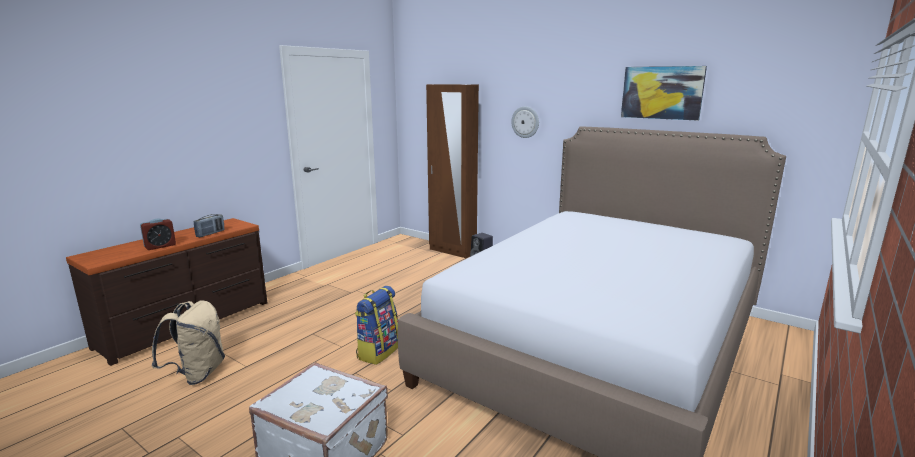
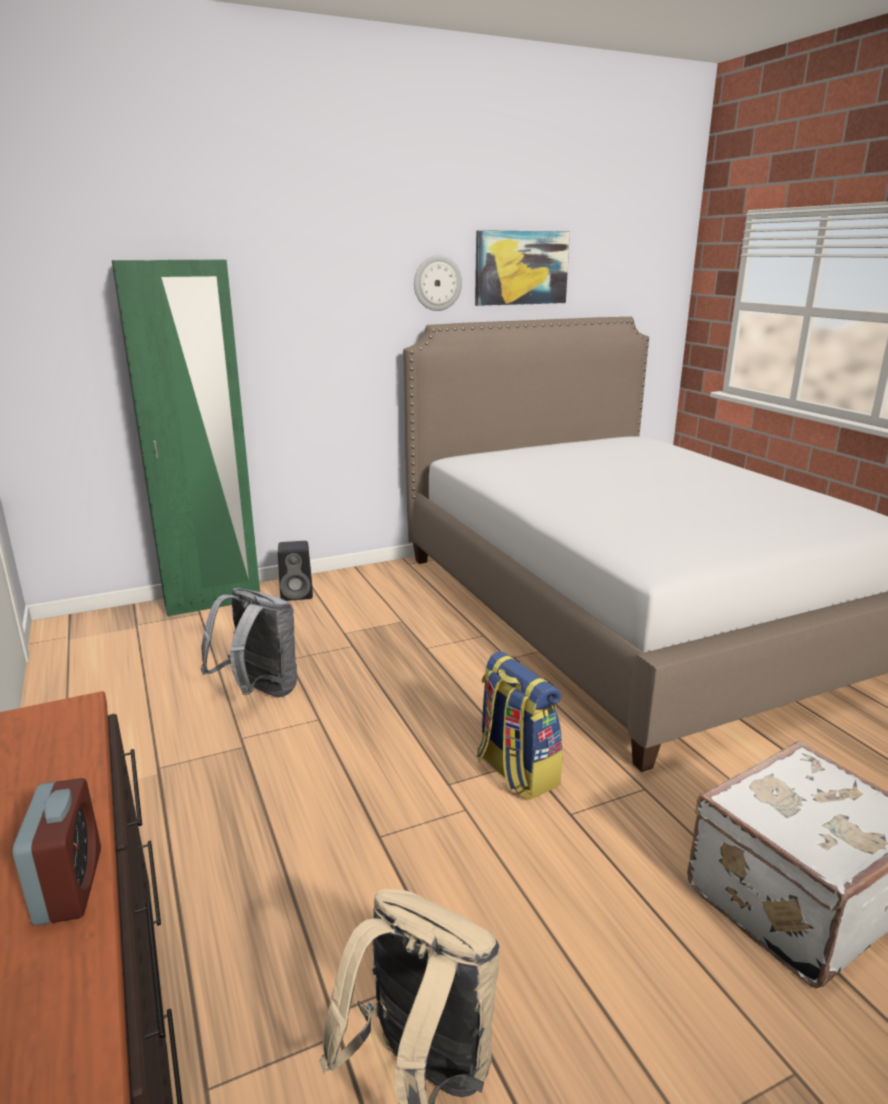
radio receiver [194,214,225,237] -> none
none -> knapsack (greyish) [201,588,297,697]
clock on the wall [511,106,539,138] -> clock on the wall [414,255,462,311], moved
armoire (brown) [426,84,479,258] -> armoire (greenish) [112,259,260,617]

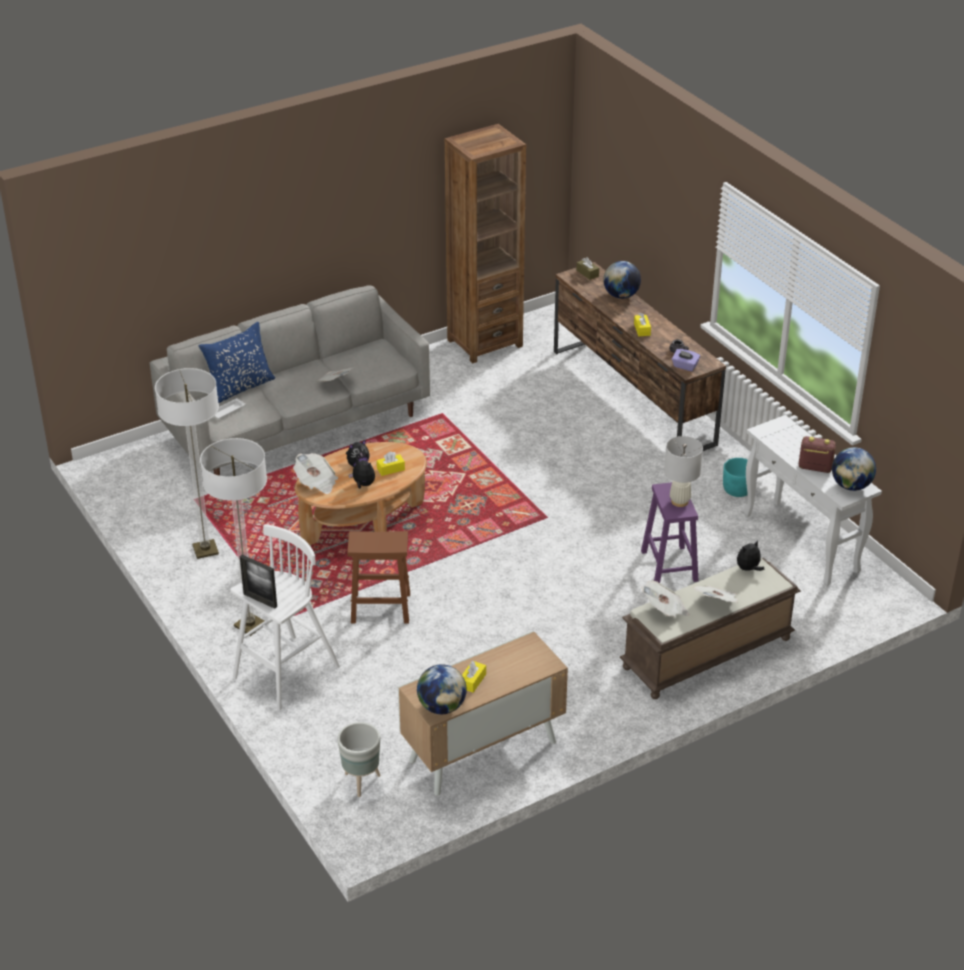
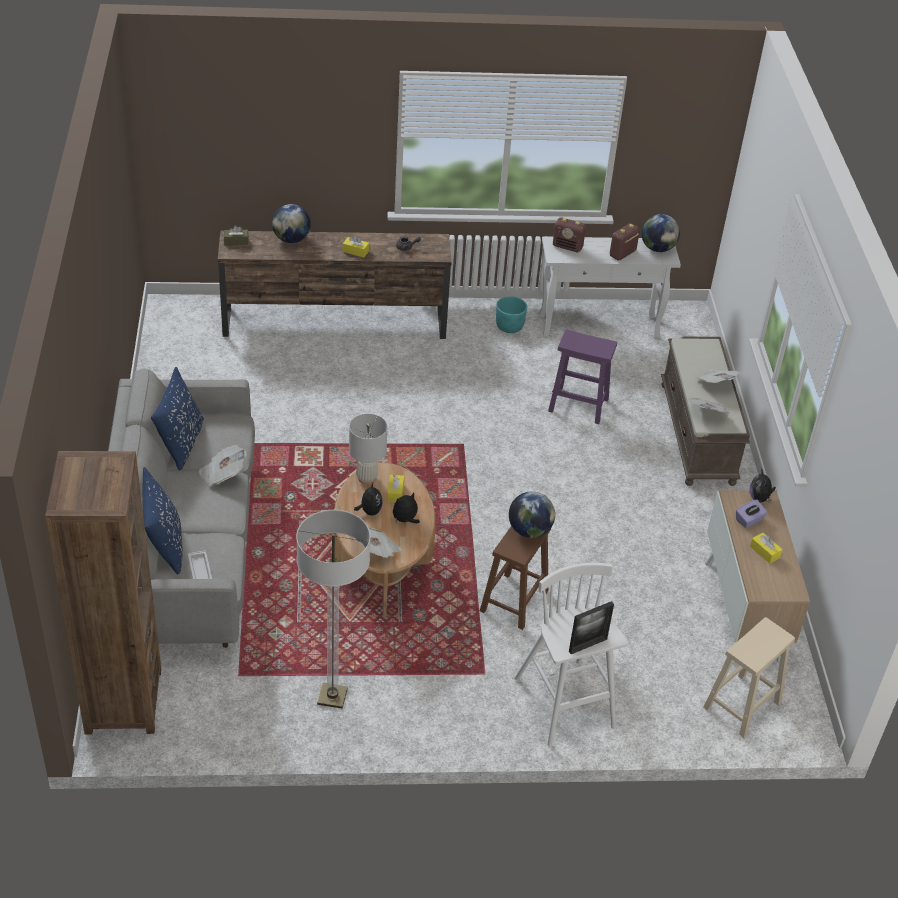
standard lamp [200,438,267,636] -> none
none -> throw pillow (blue) [151,367,204,471]
none -> radio receiver [553,217,586,252]
globe [417,664,467,714] -> globe [509,491,555,538], moved
shelving unit (brown) [445,124,526,363] -> shelving unit (brown) [45,451,161,735], moved
tabletop lamp (white-coloured) [664,436,703,507] -> tabletop lamp (white-coloured) [349,414,387,485], moved
box of tissues (purple) [672,349,700,371] -> box of tissues (purple) [736,500,768,528], moved
soft toy [737,540,764,571] -> soft toy [750,470,776,503], moved
planter (greyish) [337,722,380,797] -> stool (beige-coloured) [703,617,795,738]

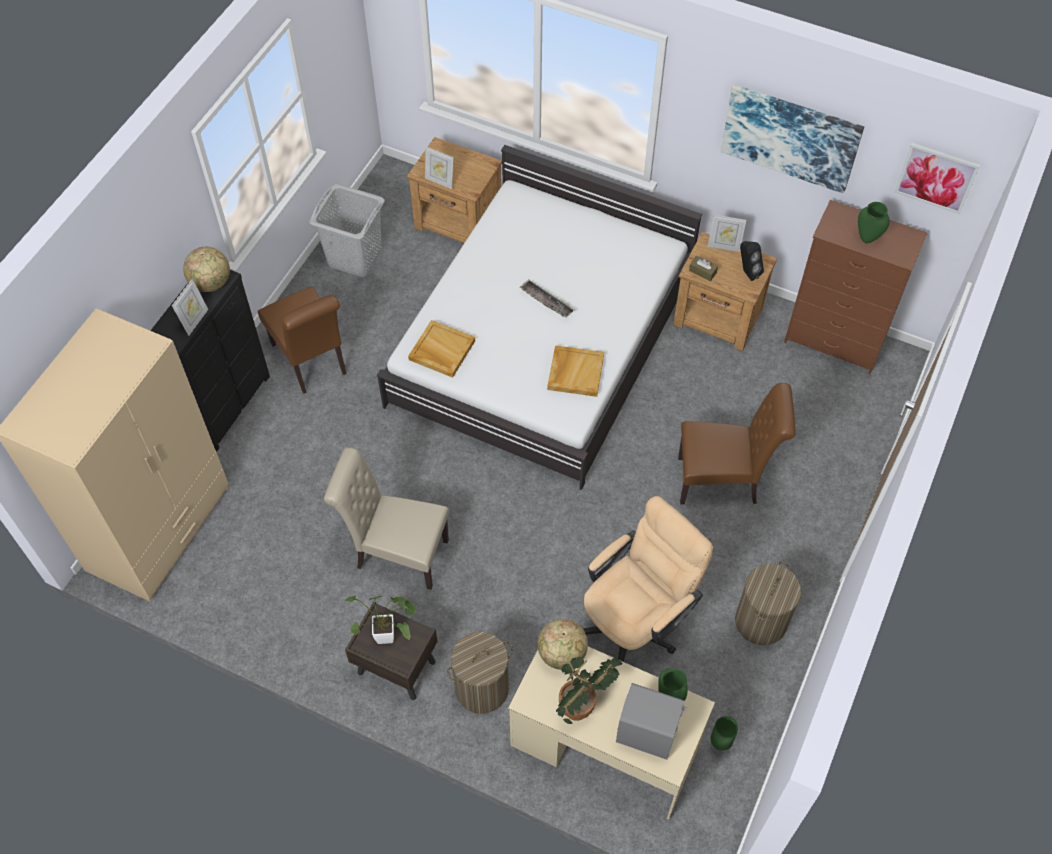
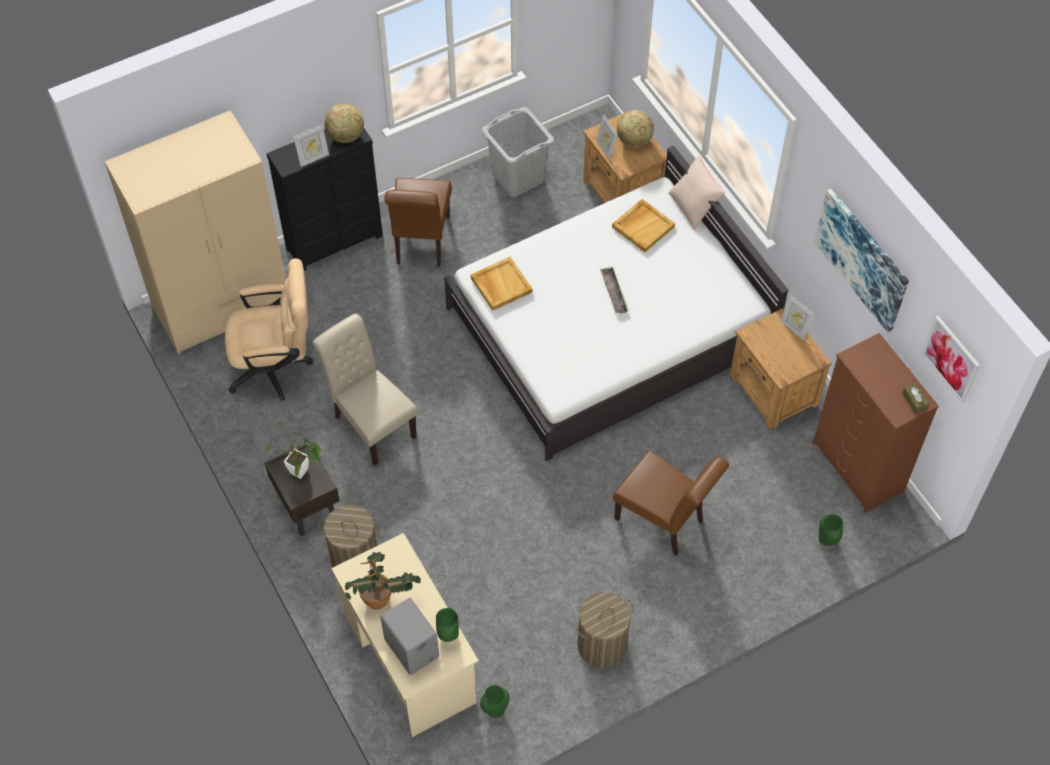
speaker (blackish) [740,241,764,281] -> none
none -> throw pillow (beige-coloured) [669,155,725,230]
globe [537,619,588,670] -> globe [617,110,654,148], moved
tray (beige-coloured) [547,345,604,397] -> tray (beige-coloured) [612,199,675,252], moved
office chair (beige-coloured) [583,496,713,662] -> office chair (beige-coloured) [225,258,313,401], moved
box of tissues (brown) [689,256,718,281] -> box of tissues (brown) [902,383,929,414], moved
flower vase (greenish) [858,202,890,243] -> flower vase (greenish) [819,514,843,546], moved

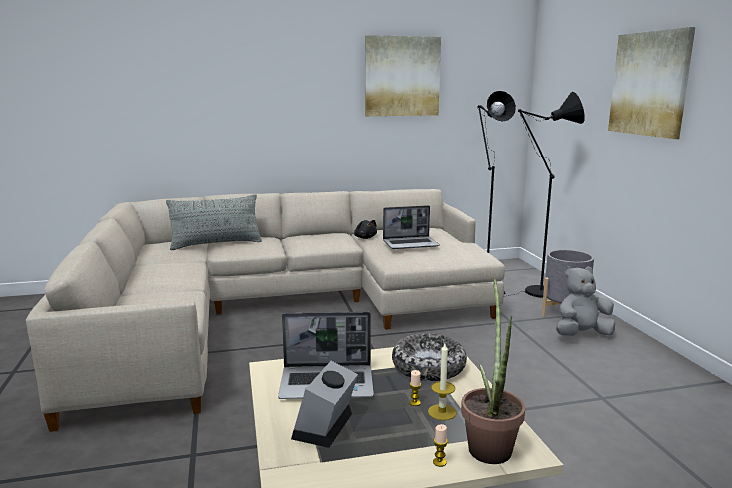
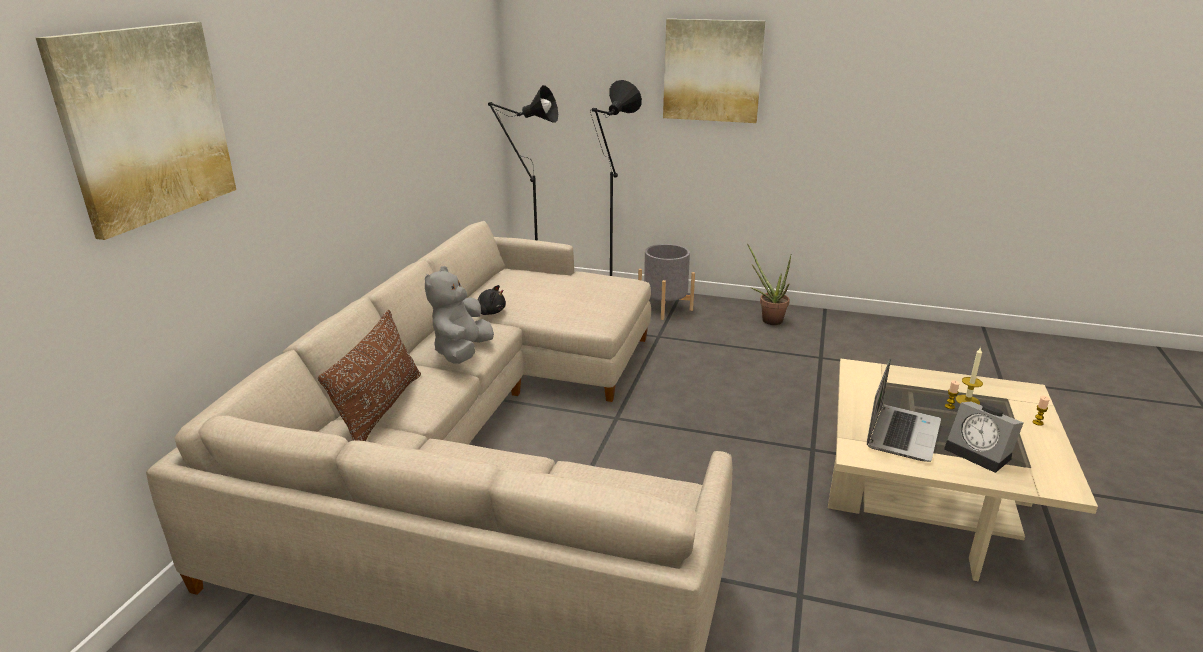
notebook computer [383,205,440,249] -> none
deep dish [392,333,467,381] -> none
wall picture [365,35,441,116] -> wall picture [36,22,236,240], moved
plant in a pot [461,277,525,464] -> plant in a pot [747,243,791,325], moved
soft toy (greyish) [556,266,615,336] -> soft toy (greyish) [425,266,494,364], moved
throw pillow (greyish) [166,194,262,250] -> throw pillow (brown) [318,310,421,441]

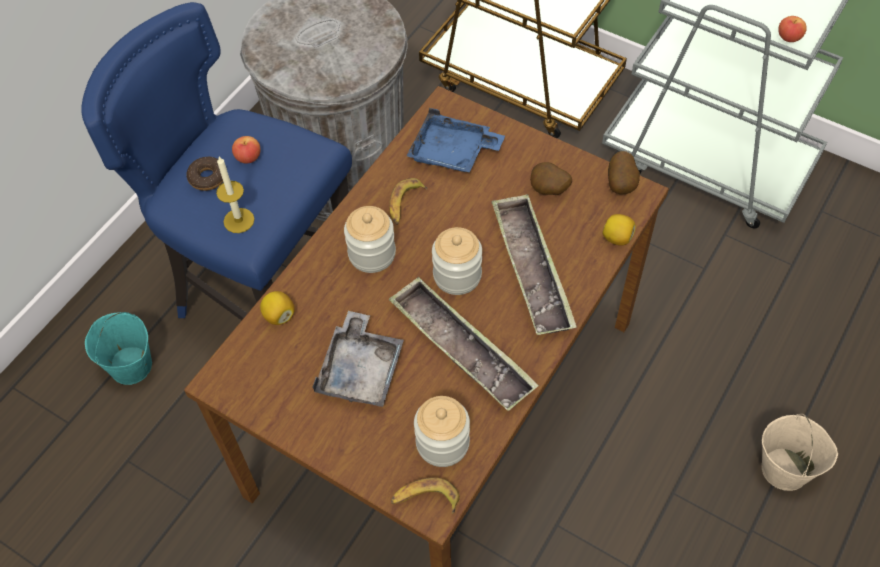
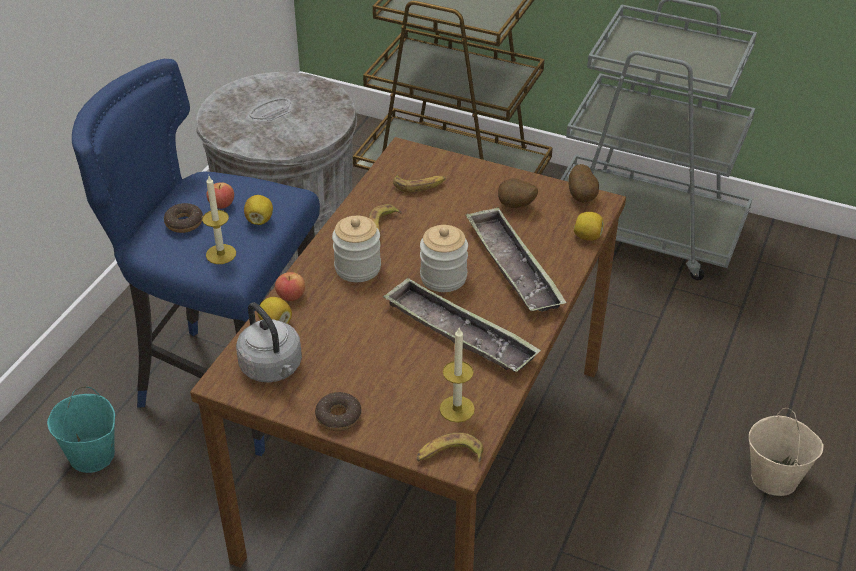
tray (greyish) [312,311,404,407] -> none
none -> kettle (greyish) [236,302,302,383]
none -> whole lemon [244,195,273,225]
none -> doughnut [315,392,362,431]
apple fruit [778,16,807,42] -> apple fruit [275,272,305,301], moved
tray (blue) [407,108,505,172] -> banana fruit [393,175,446,192]
storage jar [414,396,470,467] -> wax candle [440,327,475,423]

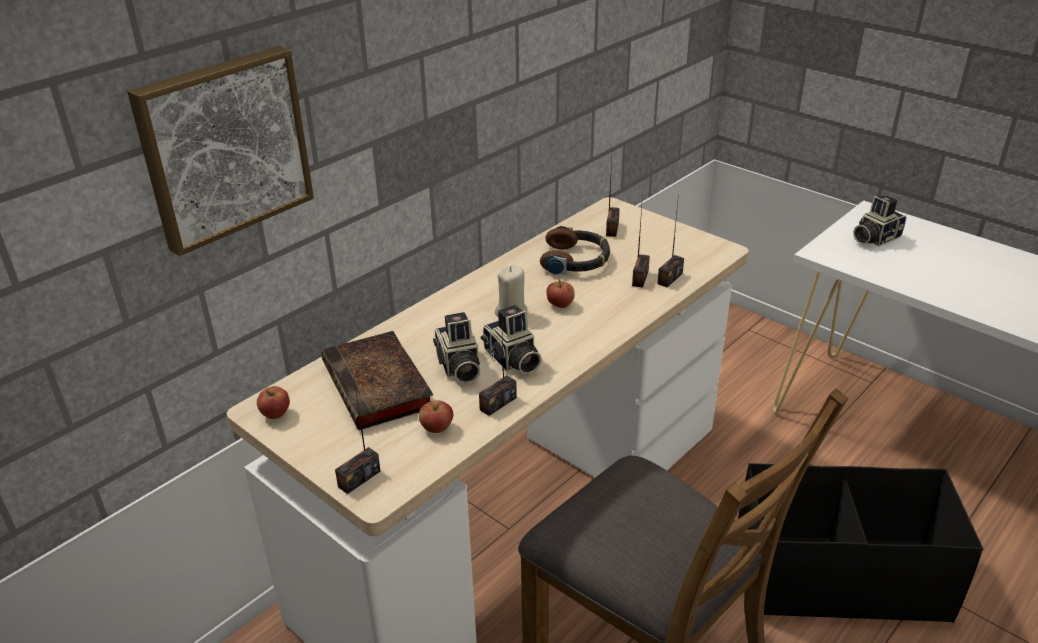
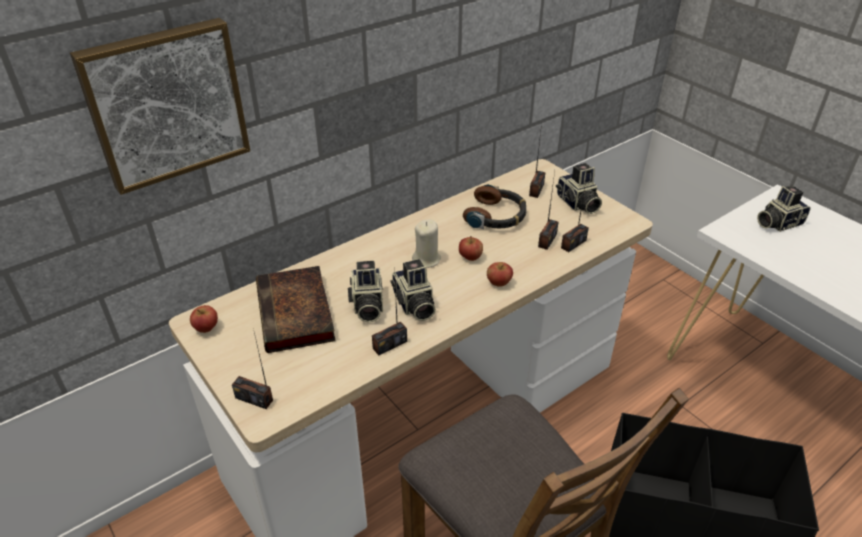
none -> photo camera [556,163,602,214]
apple fruit [419,400,453,433] -> apple fruit [487,262,513,287], moved
radio receiver [335,379,381,494] -> radio receiver [232,332,273,409], 60 degrees clockwise

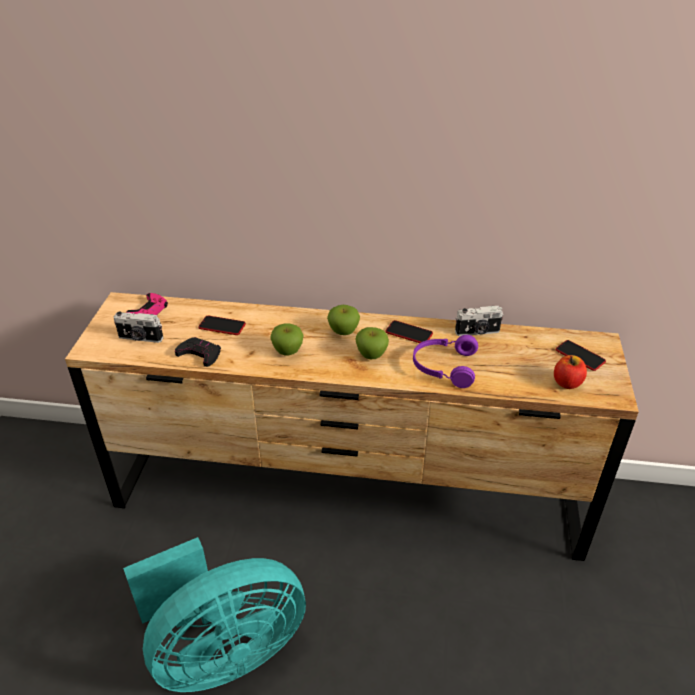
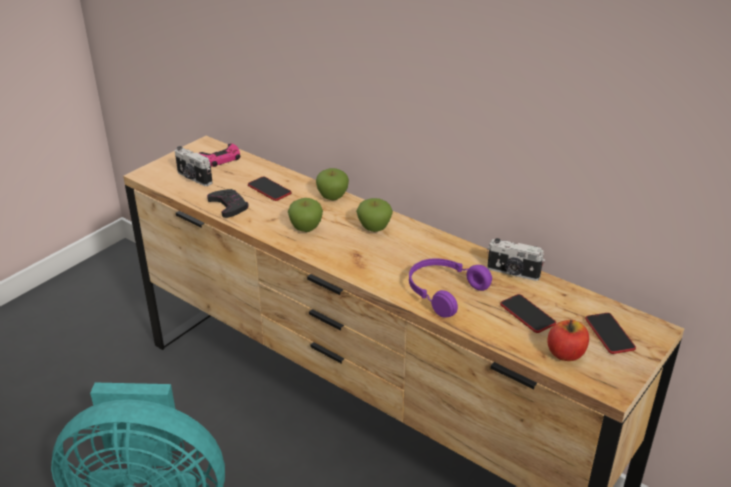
apple fruit [355,327,389,359] -> apple fruit [316,168,349,201], moved
handset [385,320,433,343] -> handset [500,294,556,333], moved

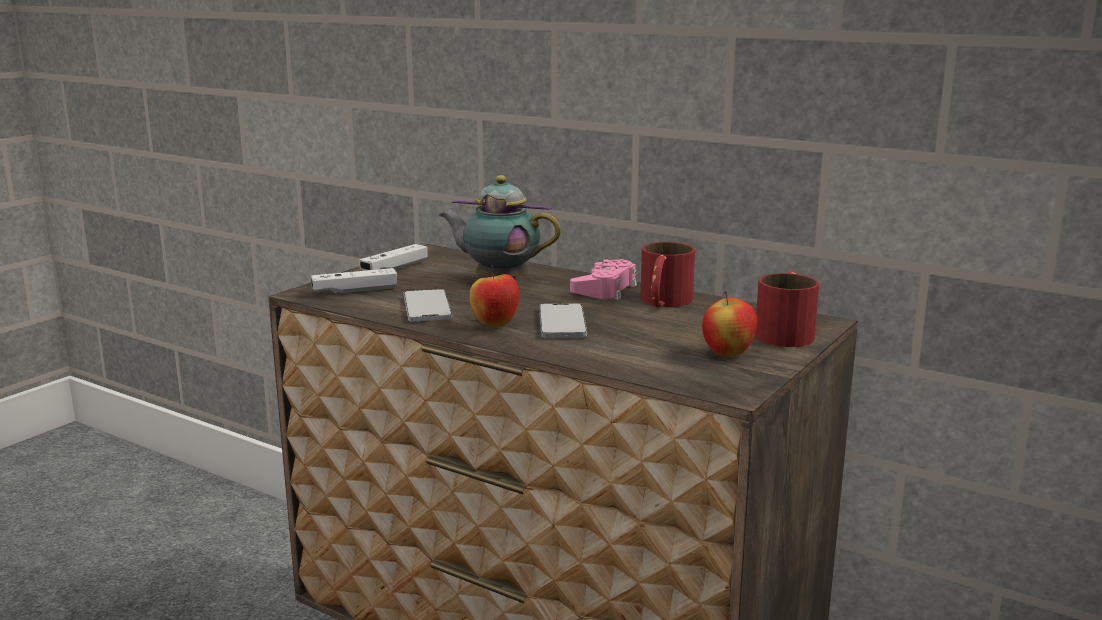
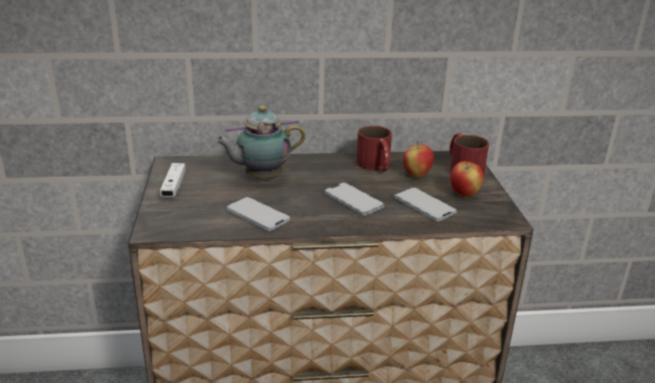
game controller (white-coloured) [311,268,397,294] -> none
game controller (pink) [570,259,637,300] -> none
none -> handset [394,187,457,221]
apple fruit [470,265,519,327] -> apple fruit [403,141,434,178], moved

